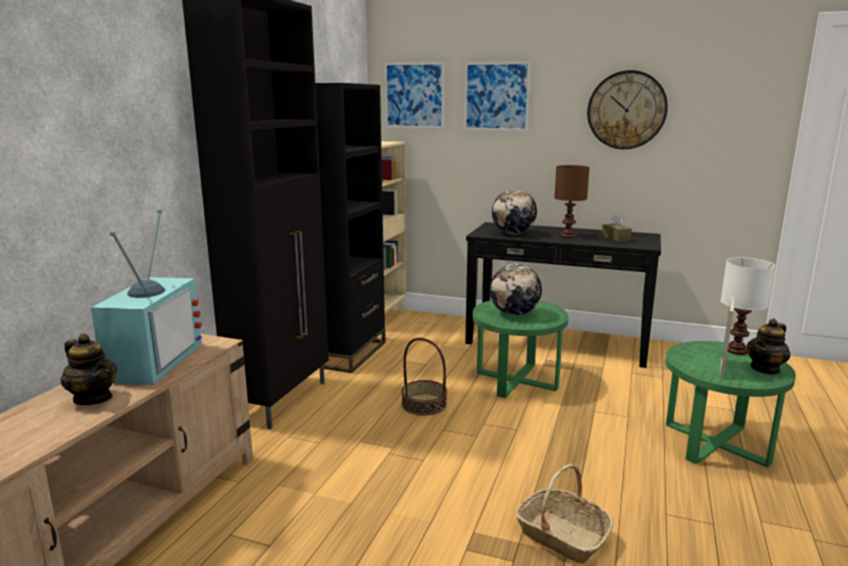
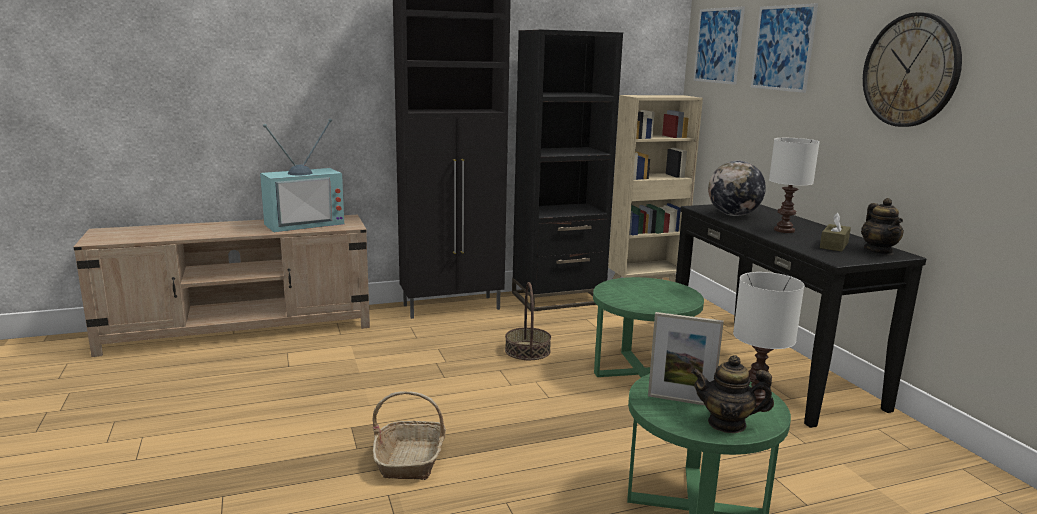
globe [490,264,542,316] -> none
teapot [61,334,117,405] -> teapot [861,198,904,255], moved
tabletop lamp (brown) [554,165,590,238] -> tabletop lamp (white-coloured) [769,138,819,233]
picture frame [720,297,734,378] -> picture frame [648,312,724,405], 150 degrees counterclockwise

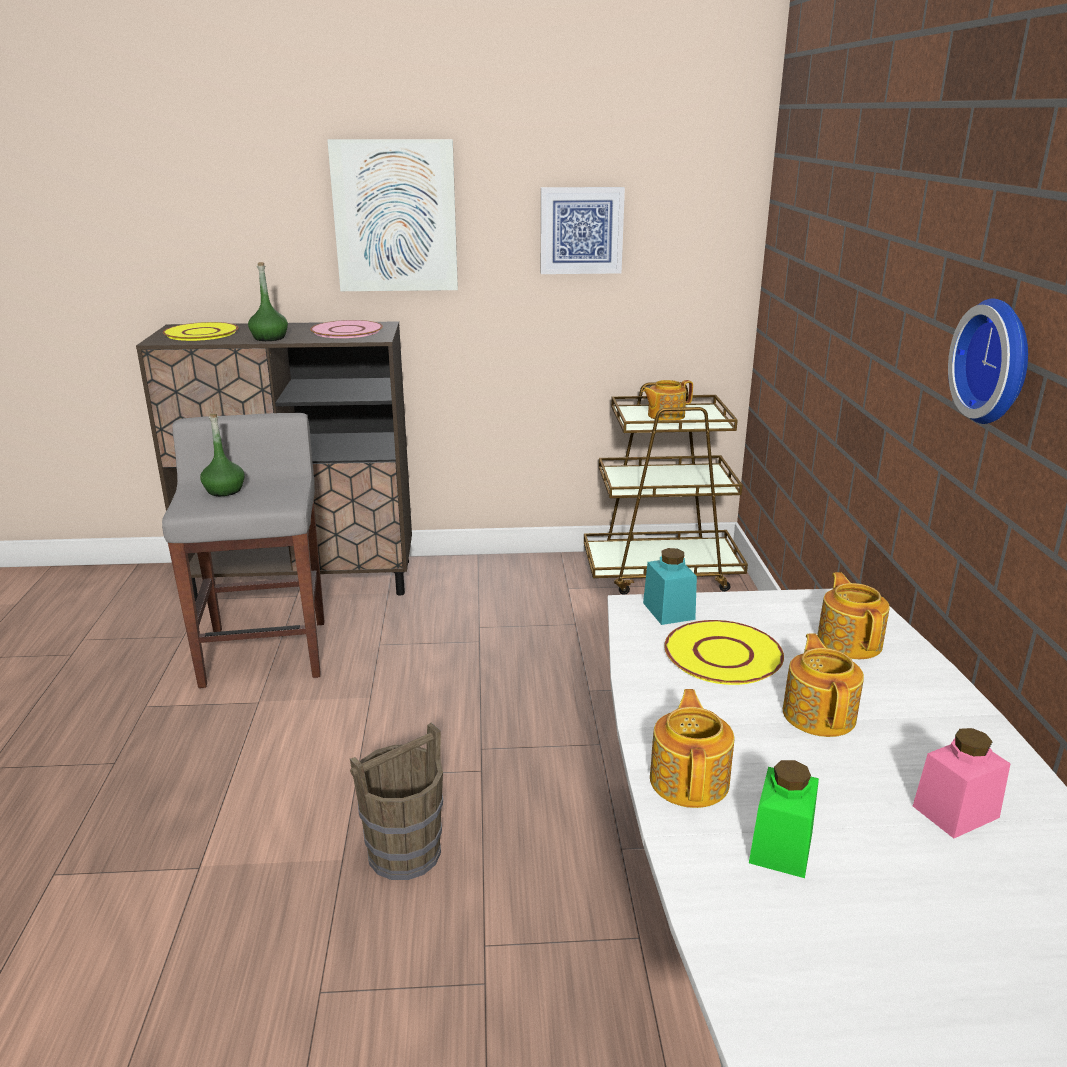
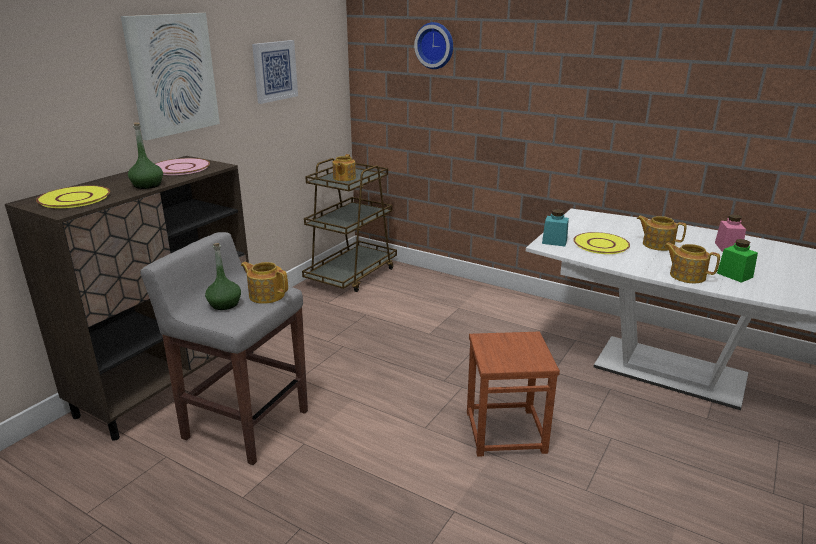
teapot [817,572,890,659] -> teapot [241,262,288,304], moved
clock on the wall [948,298,1028,424] -> clock on the wall [414,22,453,69], moved
bucket (brown) [350,723,443,880] -> stool (brown) [467,332,560,457]

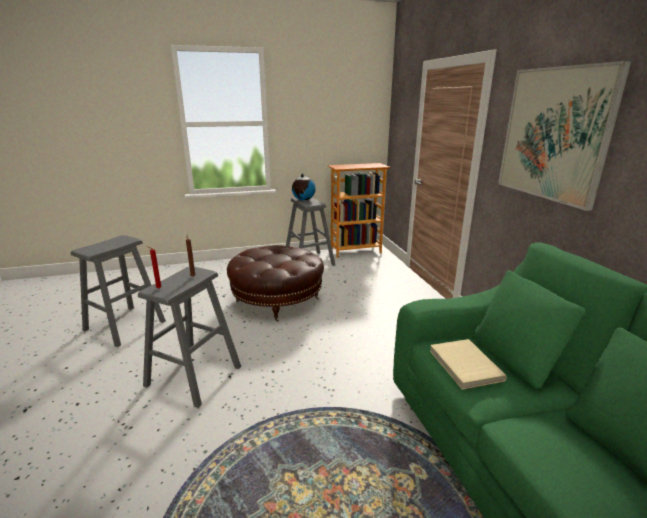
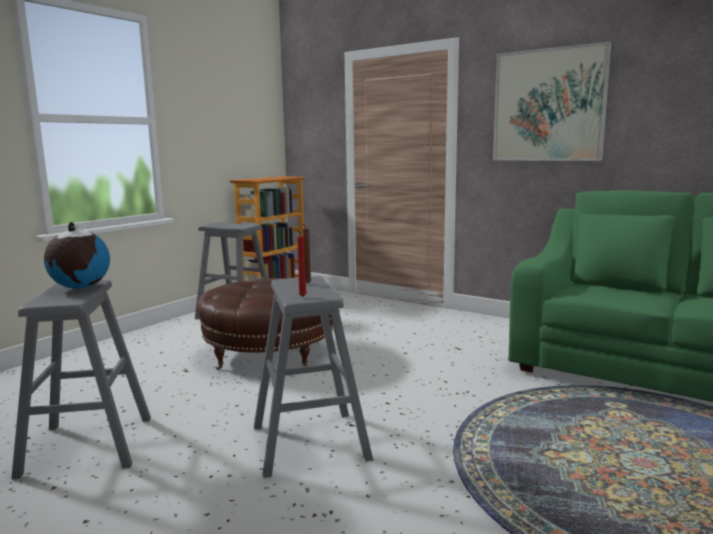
bound book (beige-coloured) [430,339,507,389] -> none
globe [292,174,316,201] -> globe [44,222,110,289], moved

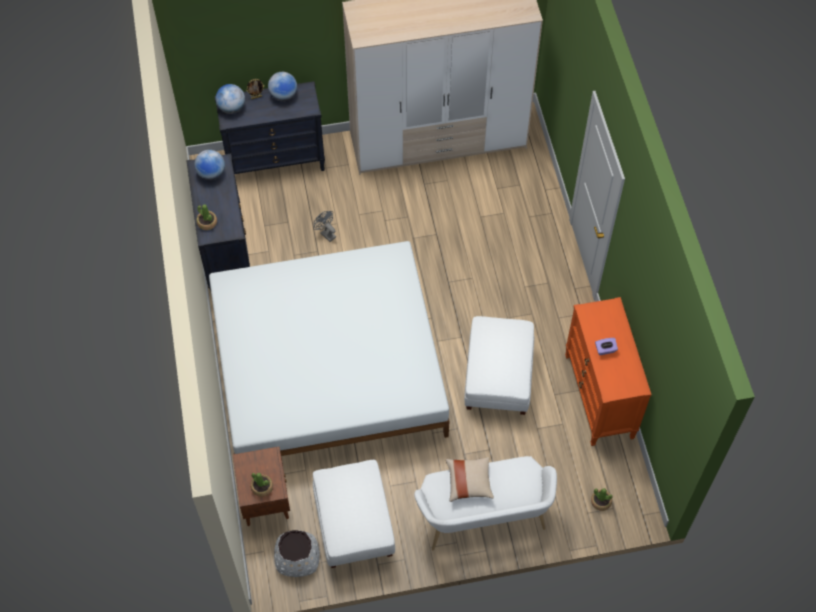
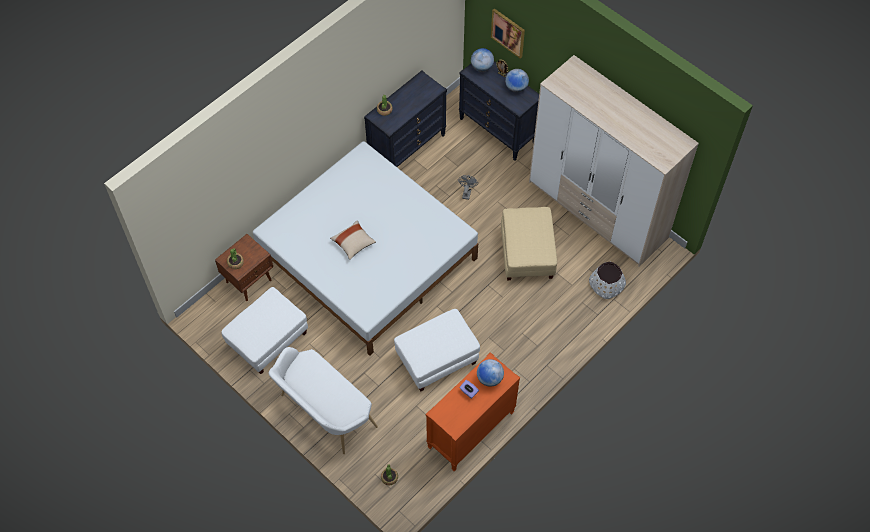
none -> wall picture [491,8,525,59]
none -> footrest (beige-coloured) [501,207,557,280]
globe [194,150,225,180] -> globe [477,359,504,387], moved
planter (white-coloured) [274,530,320,577] -> planter (white-coloured) [589,262,626,299], moved
throw pillow (beige-coloured) [446,457,494,502] -> throw pillow (beige-coloured) [330,220,376,260], moved

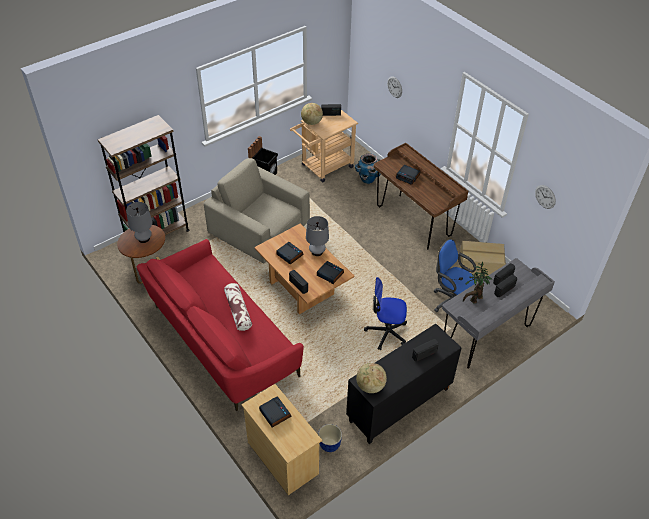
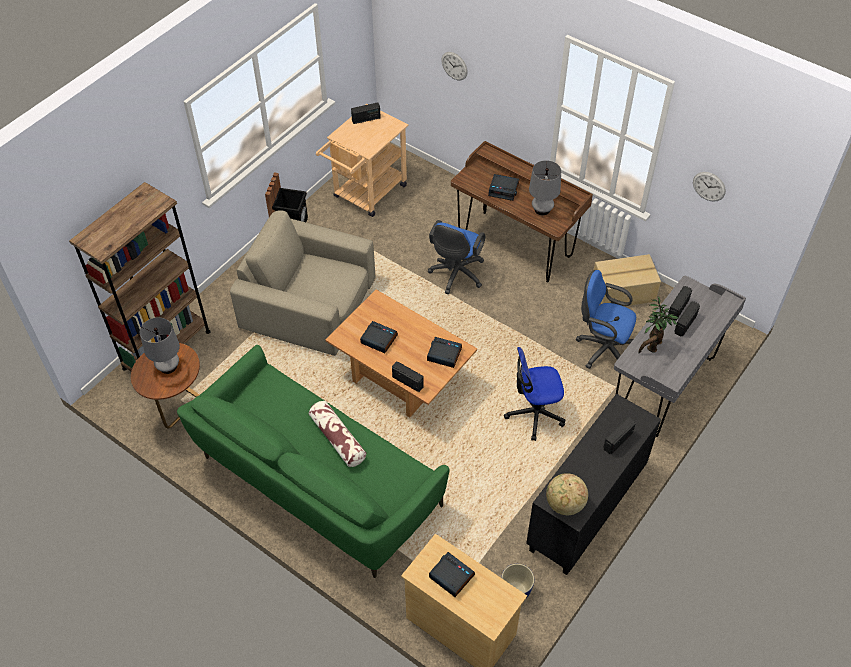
globe [301,103,323,125] -> none
planter [355,153,381,184] -> none
none -> office chair (blue) [428,220,485,294]
tabletop lamp (greyish) [306,216,329,256] -> tabletop lamp (greyish) [529,160,561,215], moved
settee (red-coloured) [137,239,304,411] -> settee (greenish) [177,345,450,578]

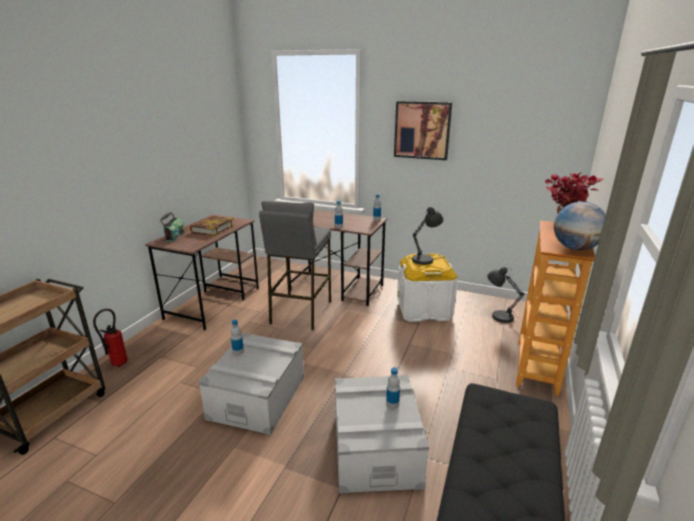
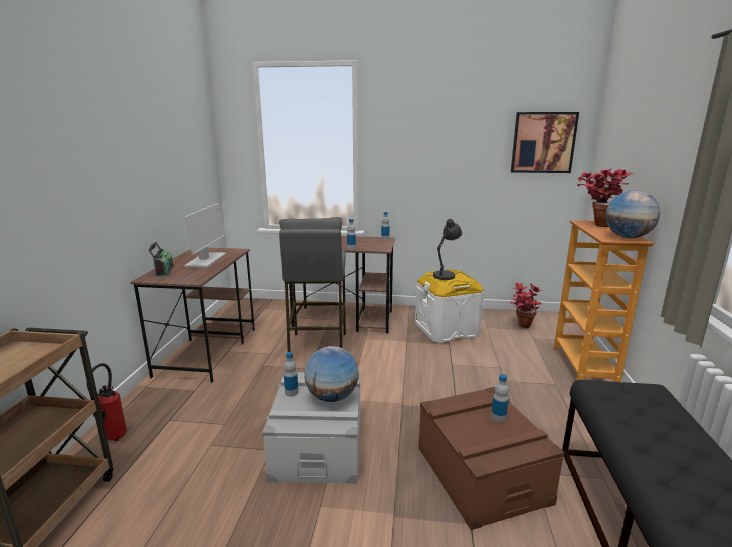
none -> globe [304,346,359,402]
wall picture [394,101,452,160] -> wall picture [511,112,579,173], moved
bound book [190,216,234,236] -> computer display [184,203,226,268]
tabletop lamp (greyish) [487,267,525,323] -> plant in a pot [511,282,542,328]
storage box (greyish) [335,375,429,494] -> storage box (brown) [418,387,565,530]

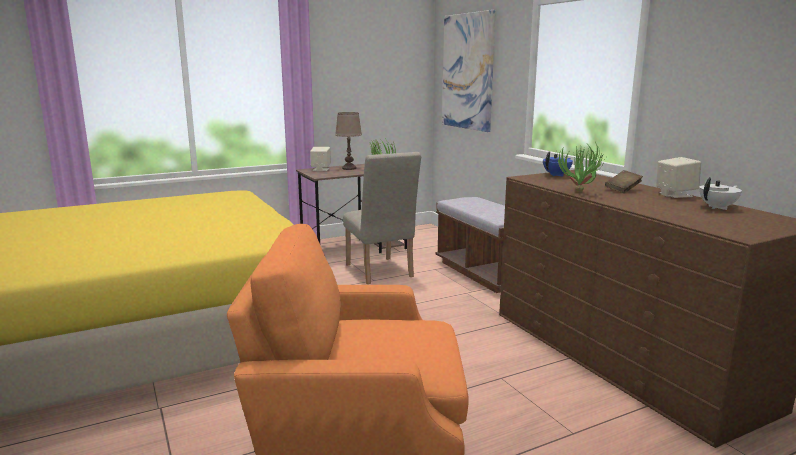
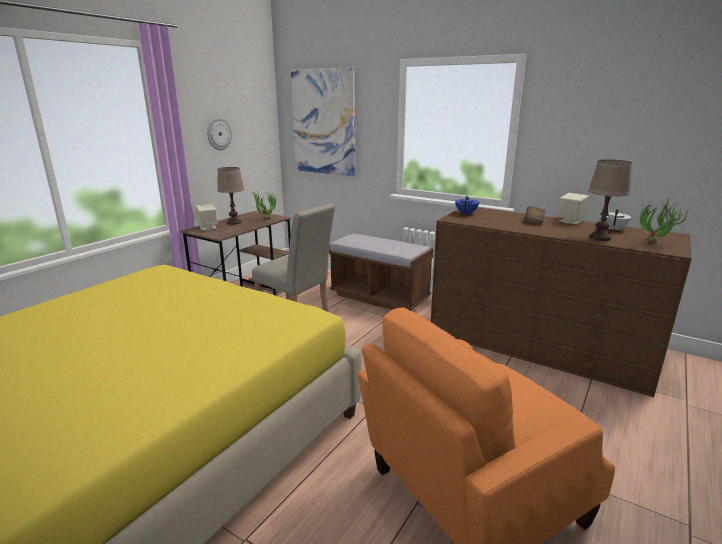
none -> clock on the wall [207,118,232,150]
none -> tabletop lamp (brown) [588,160,632,241]
plant in a pot [557,142,605,192] -> plant in a pot [640,198,689,242], moved

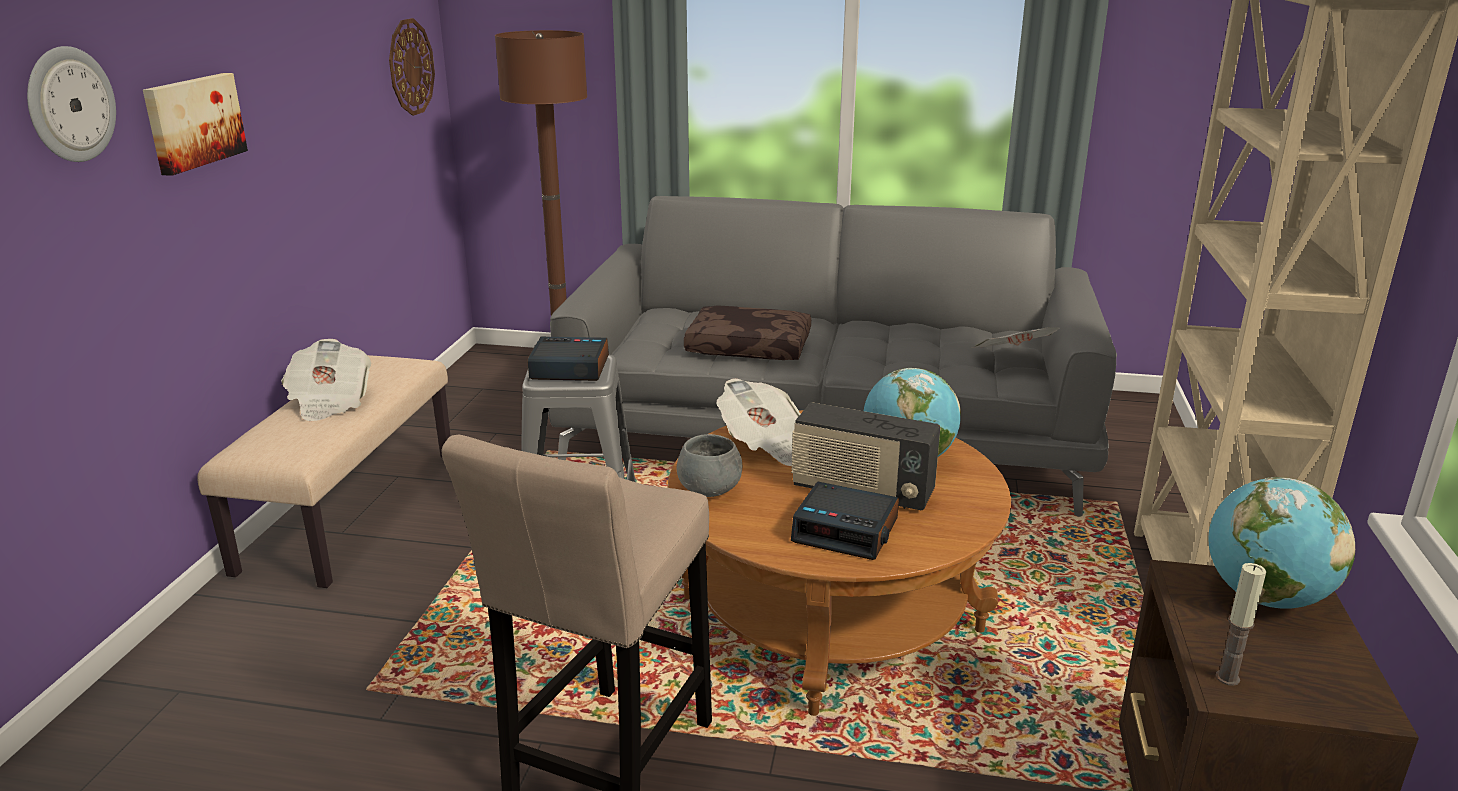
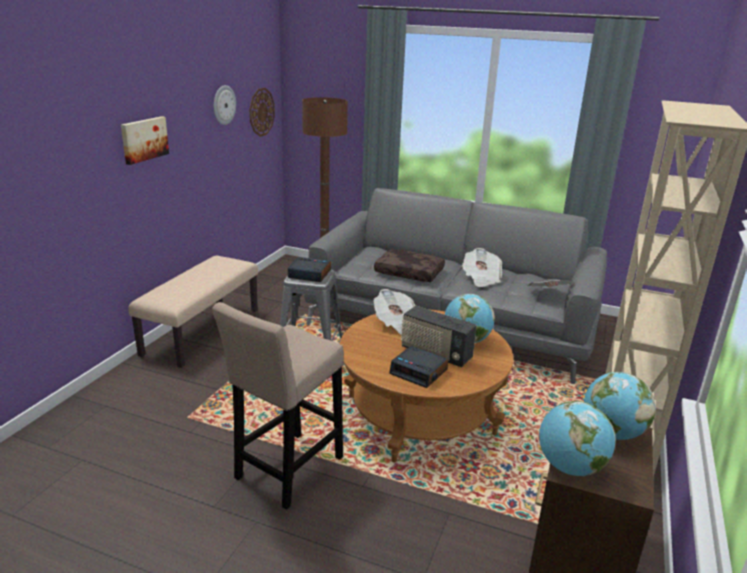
deep dish (greyish) [677,434,742,497] -> none
clock on the wall [27,46,116,162] -> clock on the wall [214,85,236,125], moved
newspaper [281,339,371,421] -> newspaper [462,248,502,287], moved
wax candle [1215,563,1266,686] -> globe [539,401,616,476]

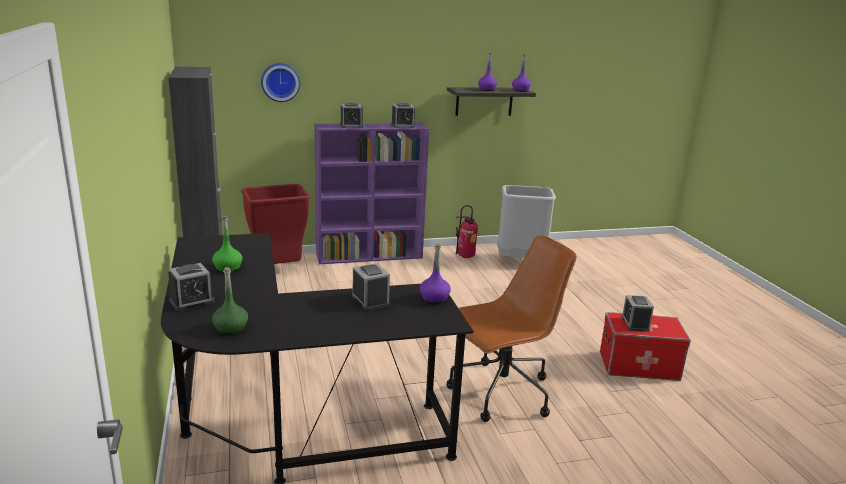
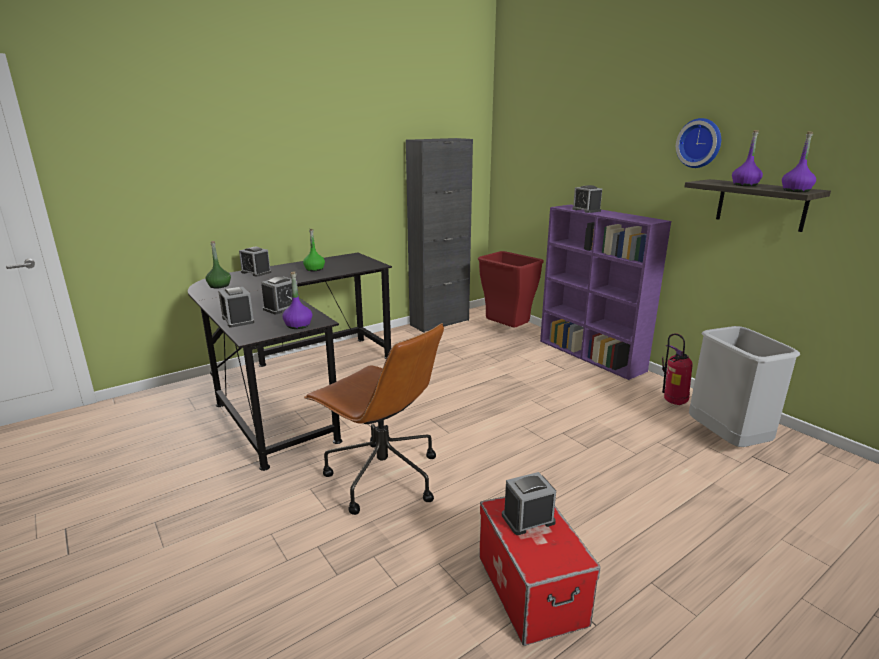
clock on the wall [261,63,300,102] -> clock on the wall [676,118,721,168], moved
bedside clock [391,103,415,128] -> bedside clock [218,287,254,328], moved

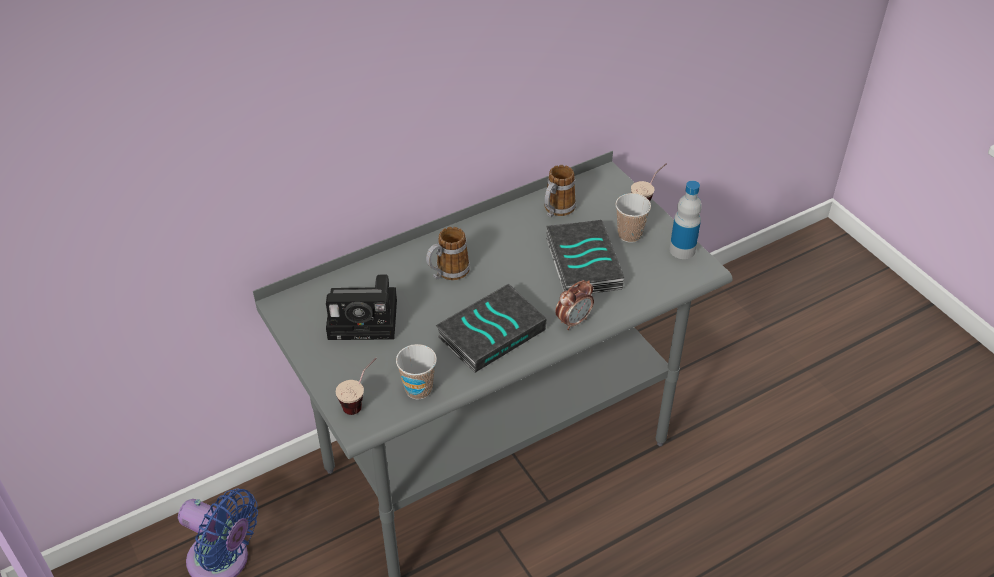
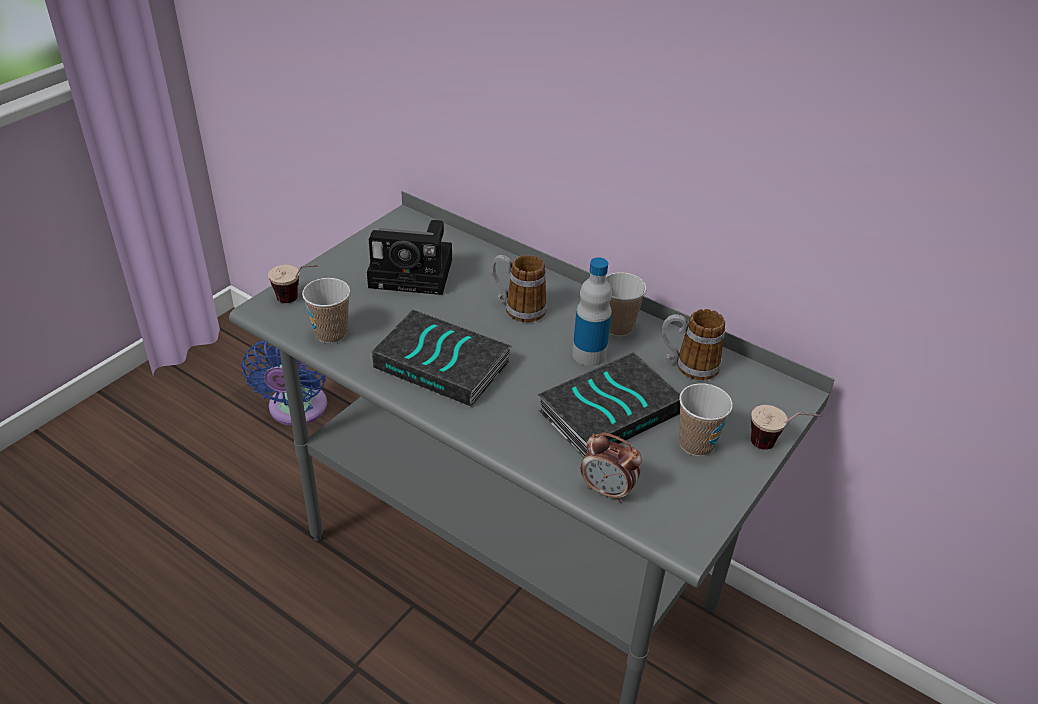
none -> small cup [606,272,646,336]
bedside clock [555,280,594,330] -> bedside clock [581,433,642,503], moved
drink bottle [670,181,702,259] -> drink bottle [572,257,612,366], moved
photo camera [326,274,397,340] -> photo camera [367,220,452,295], 60 degrees counterclockwise

